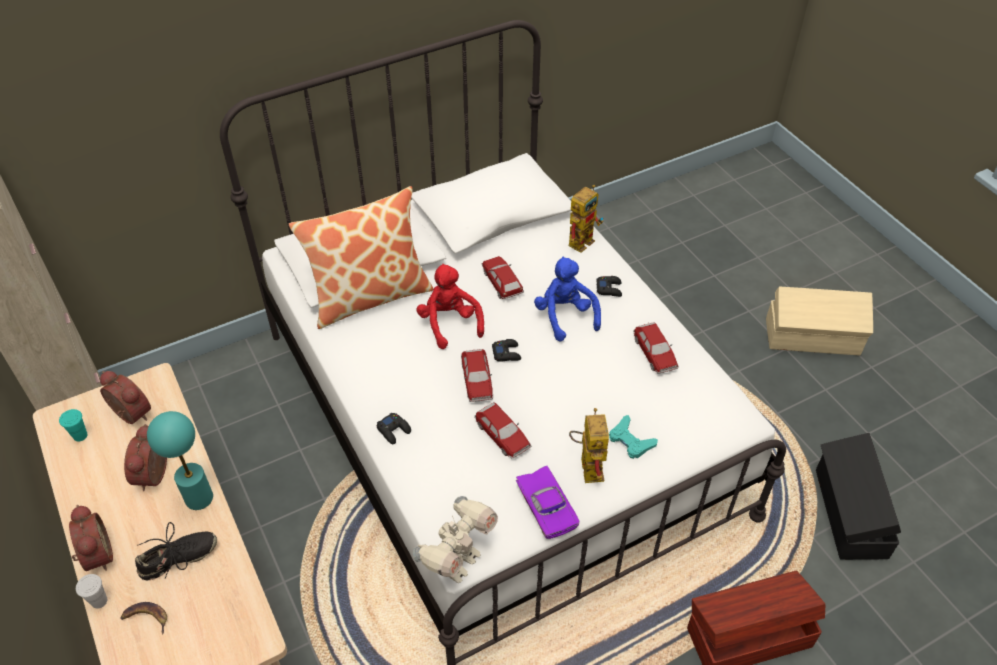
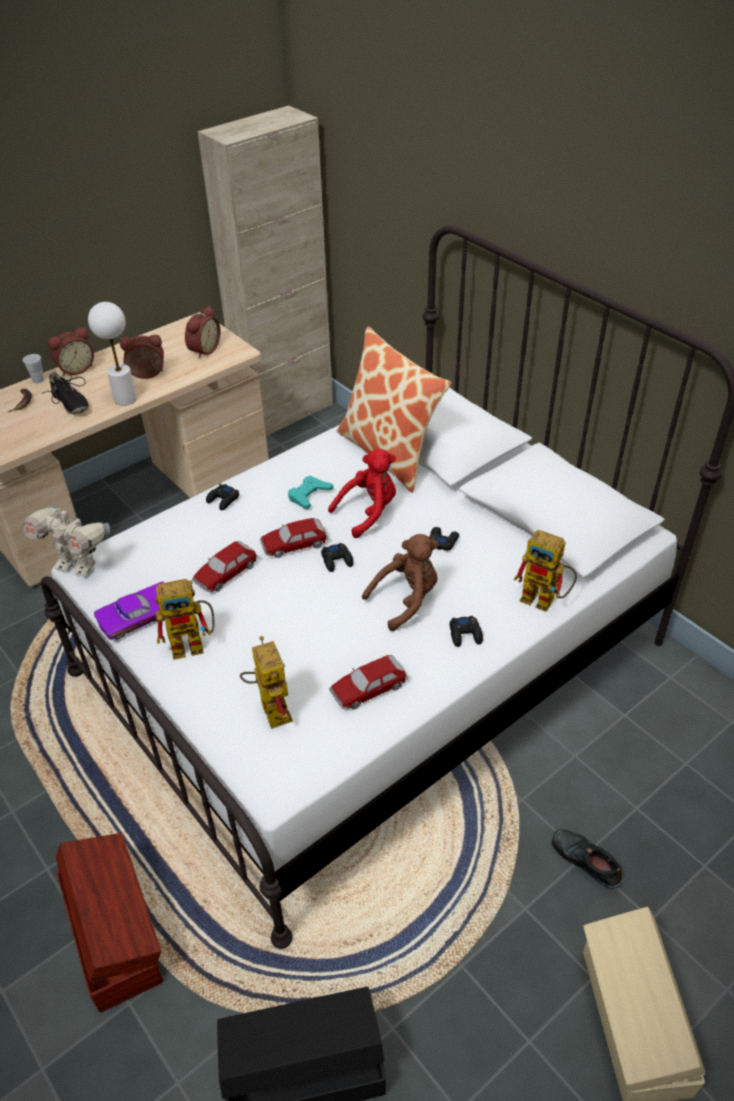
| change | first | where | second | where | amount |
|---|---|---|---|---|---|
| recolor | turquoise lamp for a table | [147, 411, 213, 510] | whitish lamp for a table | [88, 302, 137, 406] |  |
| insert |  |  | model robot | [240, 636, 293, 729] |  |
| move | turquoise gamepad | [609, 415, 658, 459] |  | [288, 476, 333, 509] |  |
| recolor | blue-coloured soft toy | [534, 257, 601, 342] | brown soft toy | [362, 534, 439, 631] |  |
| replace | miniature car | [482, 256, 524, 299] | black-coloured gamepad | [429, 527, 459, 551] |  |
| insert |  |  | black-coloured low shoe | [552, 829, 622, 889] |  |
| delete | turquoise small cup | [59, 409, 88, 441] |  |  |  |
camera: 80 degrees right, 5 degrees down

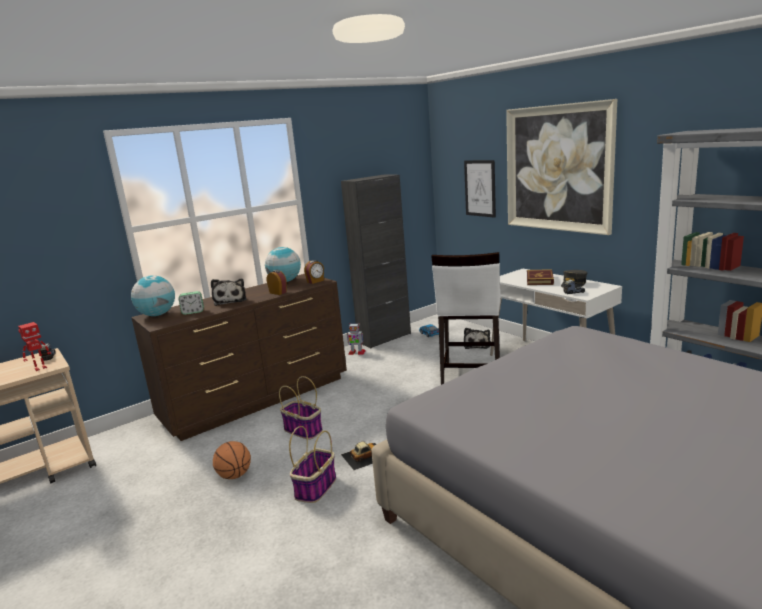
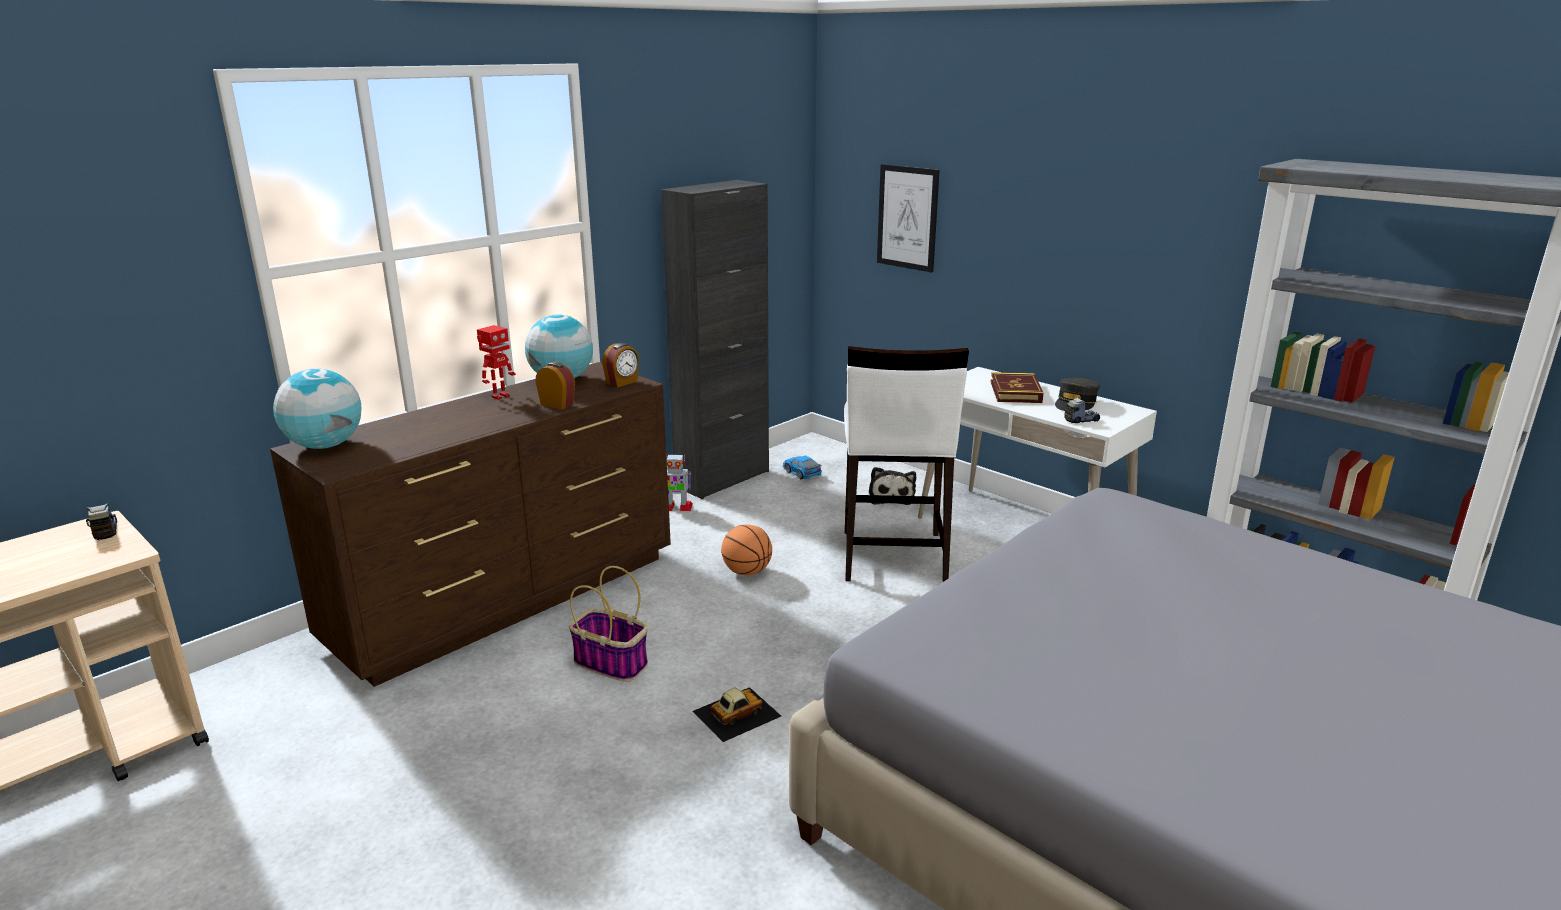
| change | first | where | second | where | amount |
|---|---|---|---|---|---|
| move | model robot | [18, 322, 51, 371] |  | [477, 325, 516, 400] |  |
| move | basketball ball | [213, 441, 251, 479] |  | [721, 525, 772, 575] |  |
| delete | bedside clock | [179, 291, 204, 315] |  |  |  |
| delete | soft toy | [211, 279, 246, 306] |  |  |  |
| delete | household basket | [289, 426, 336, 503] |  |  |  |
| delete | picture | [506, 99, 617, 235] |  |  |  |
camera: 10 degrees left, 5 degrees up

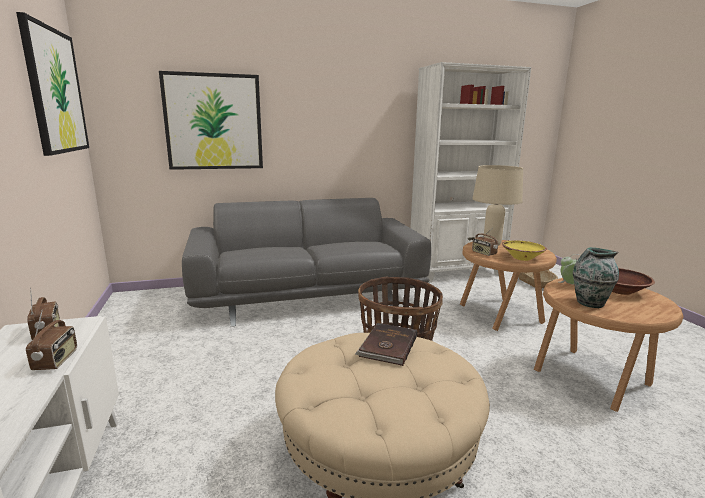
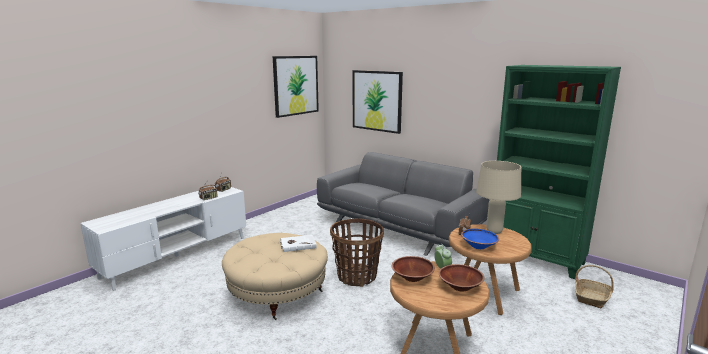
| change | first | where | second | where | amount |
|---|---|---|---|---|---|
| recolor | brown volume | [355, 323, 417, 366] | whitish volume | [280, 235, 317, 252] |  |
| replace | vase | [573, 247, 619, 308] | brown deep dish | [392, 256, 435, 282] |  |
| recolor | yellow deep dish | [502, 241, 547, 261] | blue-coloured deep dish | [461, 228, 499, 249] |  |
| recolor | whitish bookcase | [410, 62, 531, 283] | green-coloured bookcase | [497, 65, 621, 279] |  |
camera: 55 degrees right, 0 degrees up

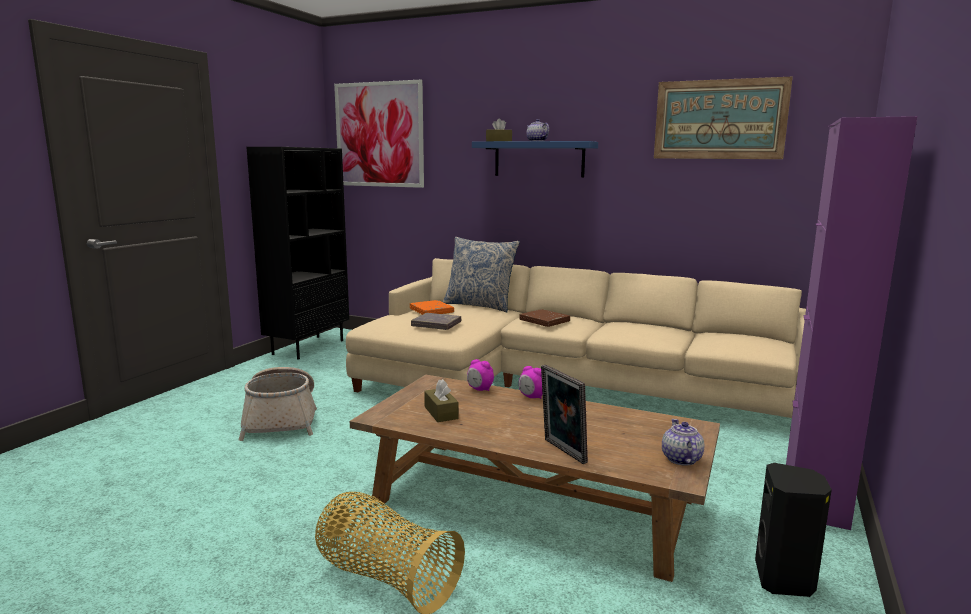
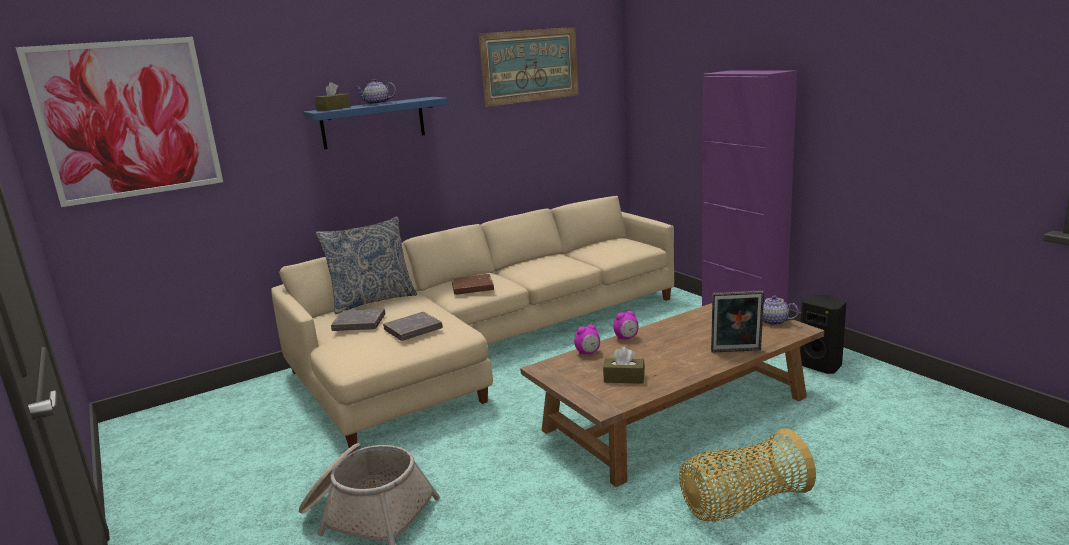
| change | first | where | second | where | amount |
|---|---|---|---|---|---|
| recolor | orangey volume | [410, 300, 454, 315] | grey volume | [331, 309, 385, 331] |  |
| delete | black-coloured bookcase | [247, 147, 349, 359] |  |  |  |
camera: 55 degrees left, 5 degrees up

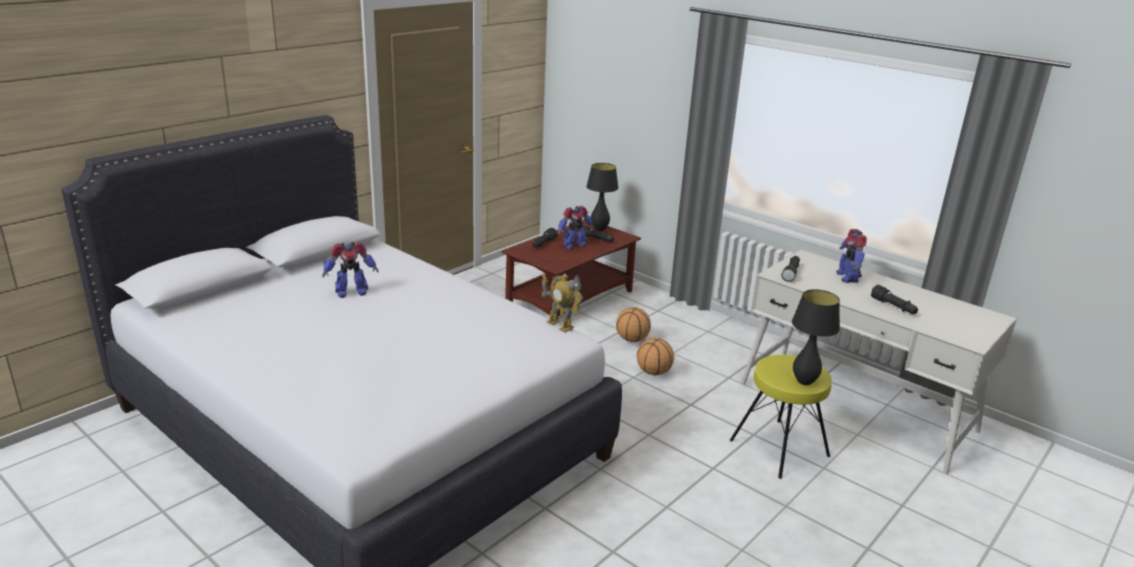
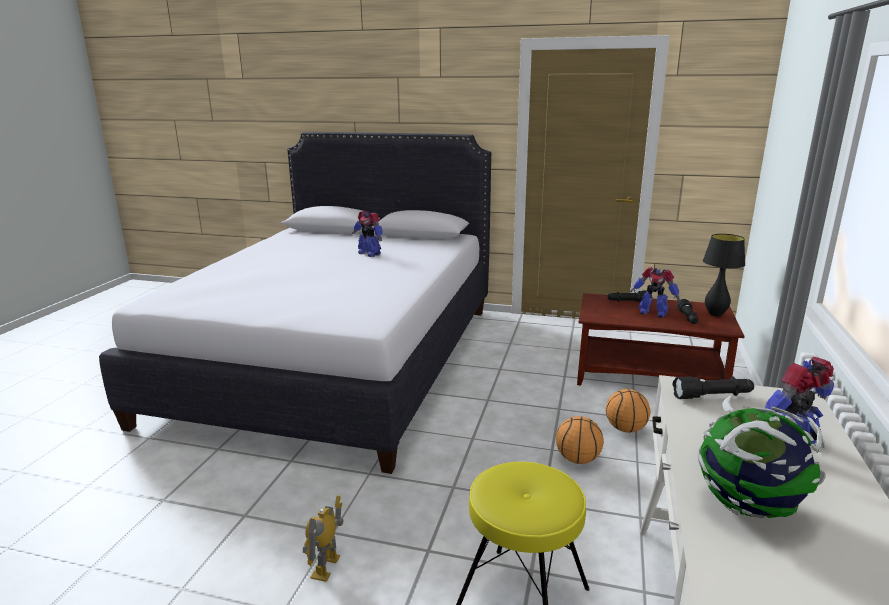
| change | first | where | second | where | amount |
|---|---|---|---|---|---|
| move | model robot | [542, 273, 583, 332] |  | [303, 495, 344, 582] |  |
| replace | black-coloured flashlight | [871, 285, 918, 314] | world globe | [698, 396, 826, 519] |  |
| delete | black-coloured lamp for a table | [792, 289, 840, 385] |  |  |  |
camera: 65 degrees right, 5 degrees down

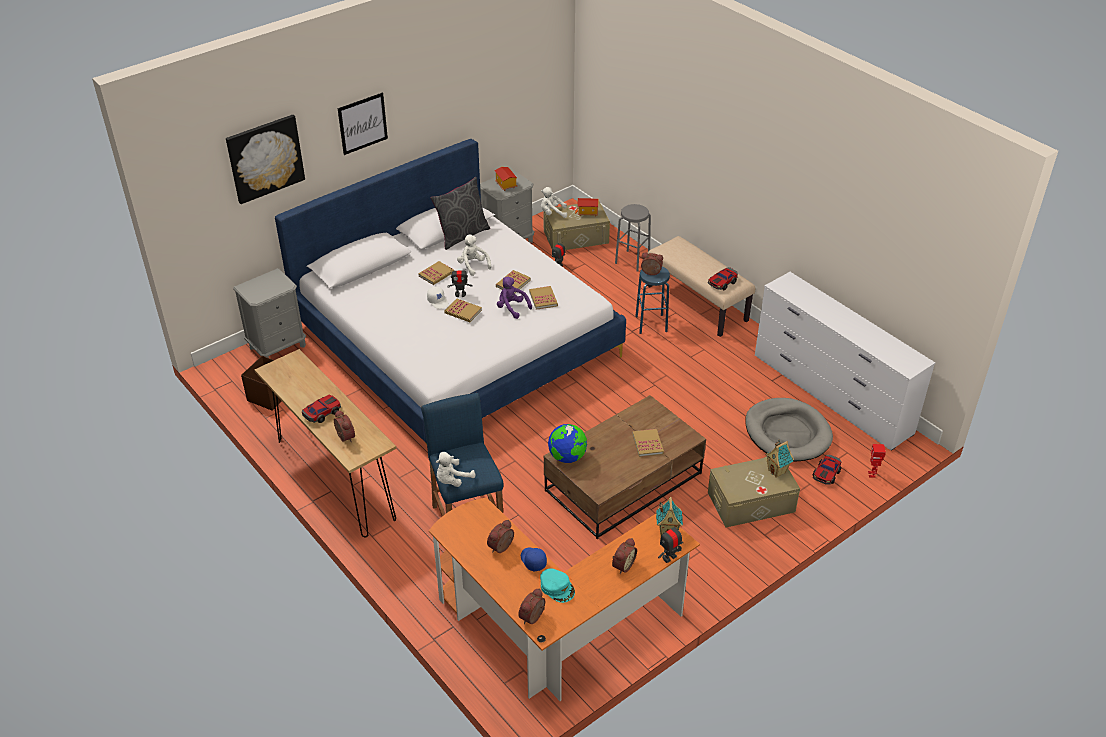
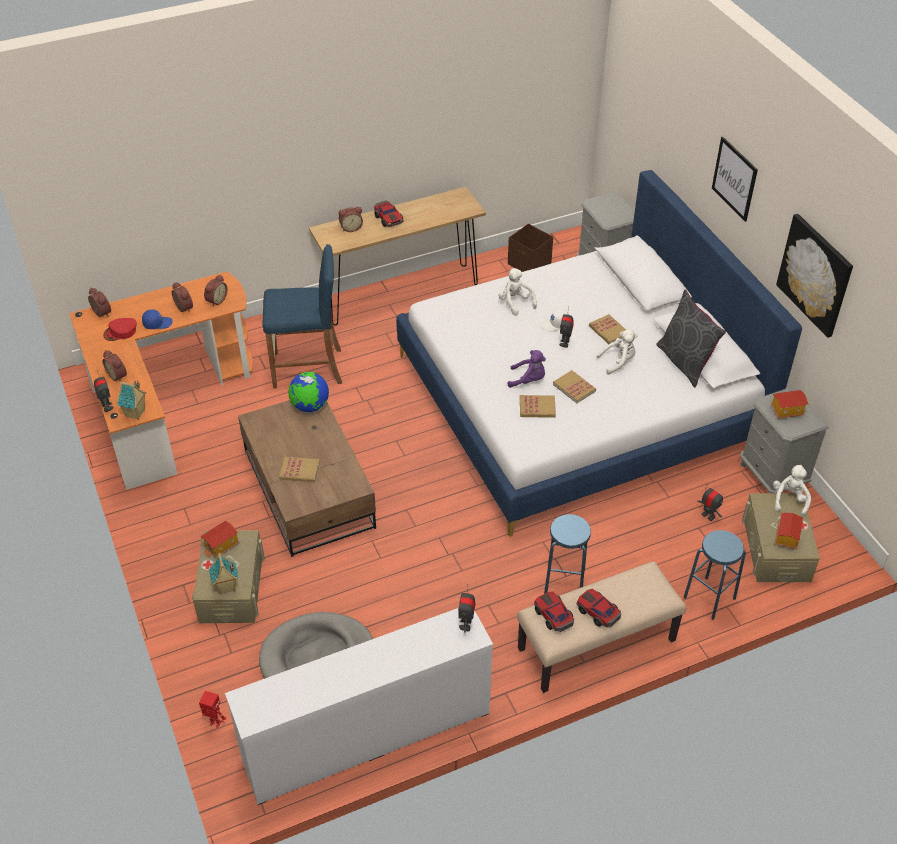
| change | first | where | second | where | amount |
|---|---|---|---|---|---|
| recolor | turquoise baseball cap | [540, 568, 575, 603] | red baseball cap | [103, 318, 137, 341] |  |
| insert |  |  | toy house | [201, 520, 240, 558] |  |
| move | bedside clock | [641, 253, 663, 275] |  | [204, 275, 227, 307] |  |
| insert |  |  | model robot | [458, 584, 475, 633] |  |
| move | whitish soft toy | [436, 452, 475, 487] |  | [498, 268, 537, 316] |  |
| rotate | purplish soft toy | [497, 277, 532, 319] |  | [508, 350, 546, 388] | 45 degrees clockwise |
| move | miniature car | [813, 454, 841, 485] |  | [576, 589, 621, 627] |  |
| recolor | grey sitting stool | [615, 204, 651, 272] | blue-coloured sitting stool | [684, 530, 746, 620] |  |
| move | picture | [226, 115, 305, 204] |  | [776, 214, 853, 338] |  |
| delete | volume | [445, 299, 482, 322] |  |  |  |
camera: 105 degrees right, 5 degrees up

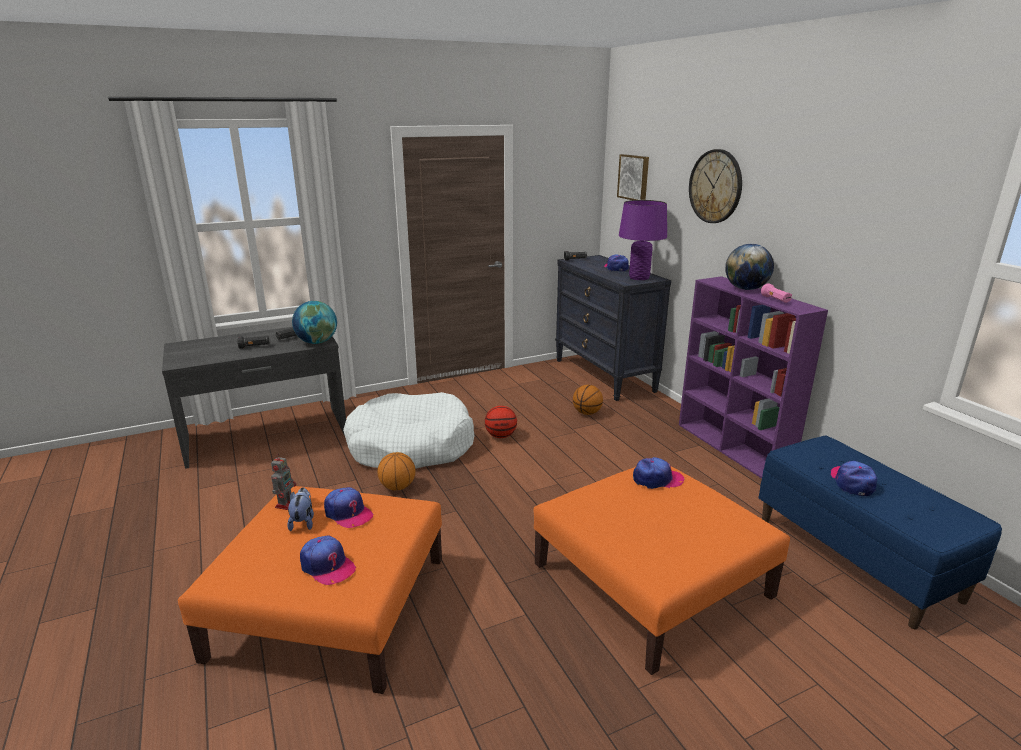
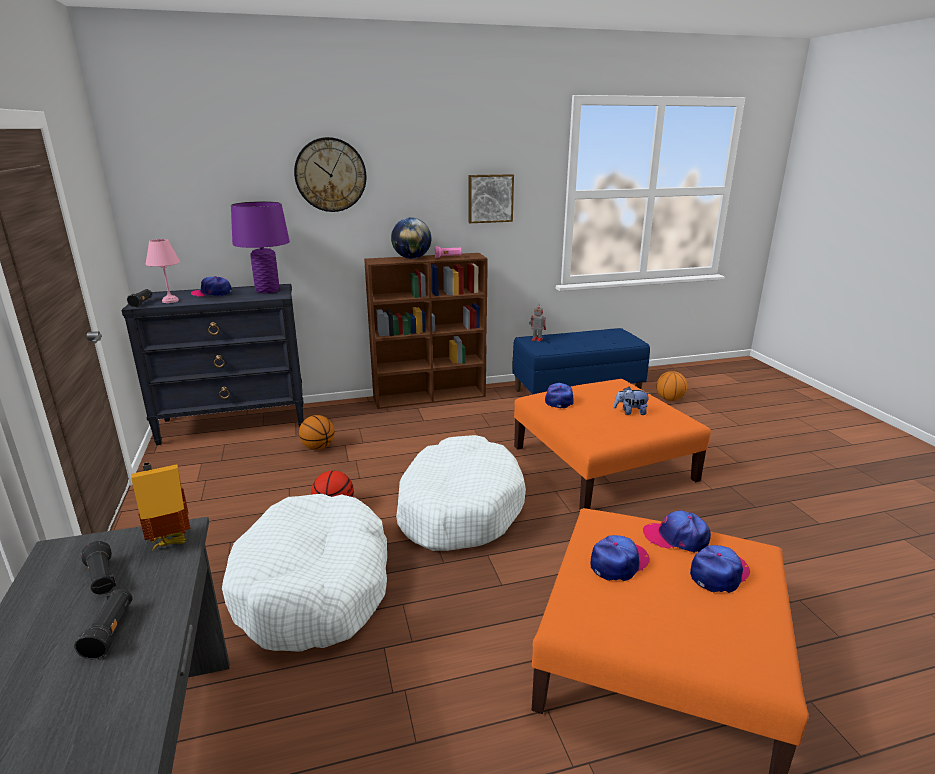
| change | first | where | second | where | amount |
|---|---|---|---|---|---|
| replace | world globe | [292, 301, 337, 344] | toy house | [131, 462, 190, 549] |  |
| insert |  |  | pink-coloured lamp for a table | [146, 239, 180, 303] |  |
| recolor | purplish bookcase | [679, 276, 828, 479] | brown bookcase | [364, 253, 488, 409] |  |
| insert |  |  | whitish pet bed | [396, 435, 526, 551] |  |
| move | picture | [617, 154, 649, 200] |  | [468, 174, 514, 223] |  |
| move | model robot | [271, 453, 296, 510] |  | [529, 304, 546, 342] |  |
| move | soft toy | [287, 487, 314, 531] |  | [614, 387, 651, 415] |  |
| move | baseball cap | [831, 461, 877, 496] |  | [643, 510, 711, 553] |  |
| move | basketball ball | [377, 452, 415, 491] |  | [656, 371, 687, 401] |  |
camera: 80 degrees left, 0 degrees up

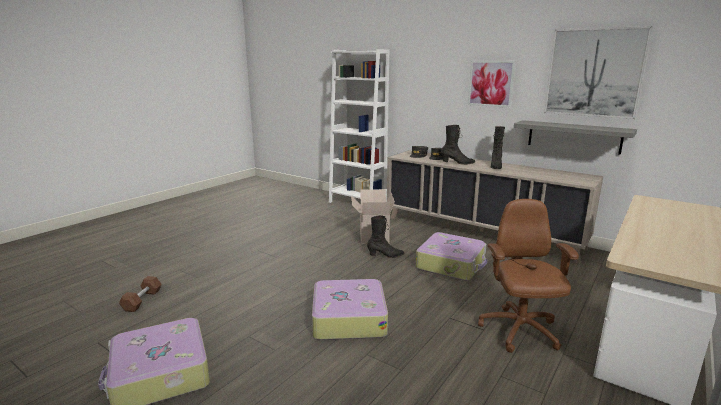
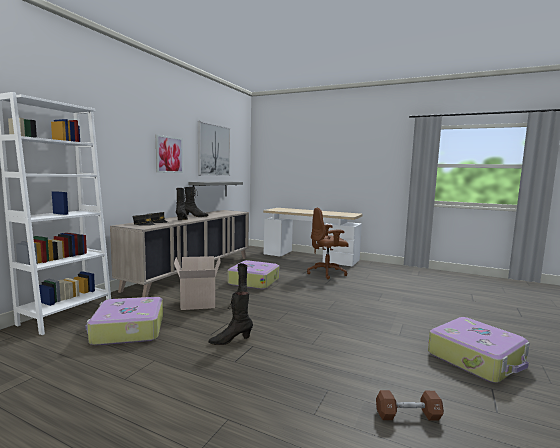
| change | first | where | second | where | amount |
|---|---|---|---|---|---|
| move | piece of luggage | [312, 279, 388, 340] |  | [85, 297, 163, 345] |  |
| insert |  |  | black-coloured high-top boot | [208, 291, 253, 345] |  |
camera: 100 degrees left, 10 degrees down

